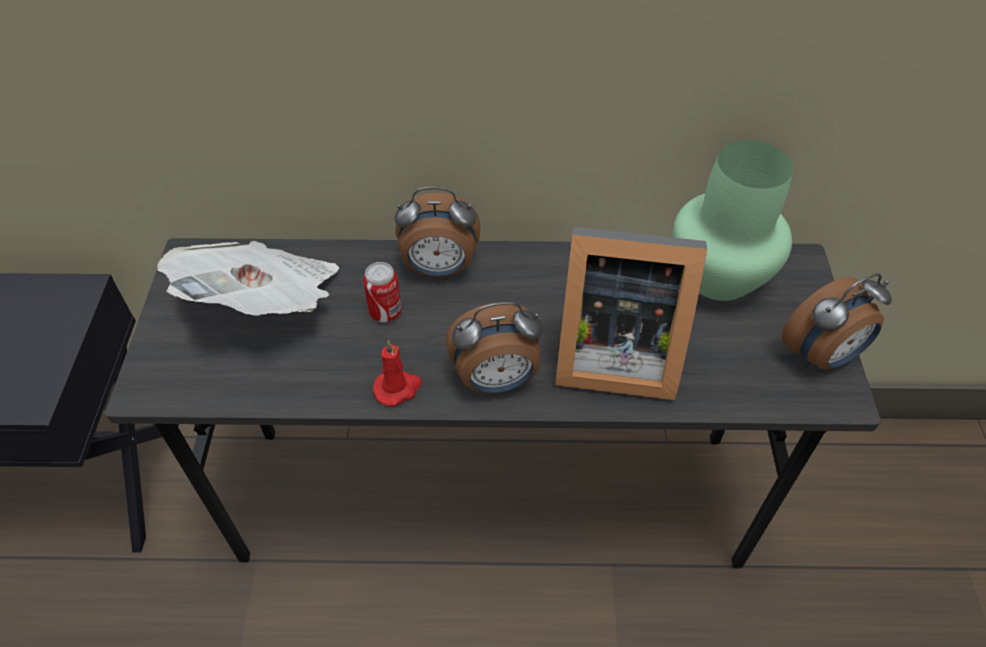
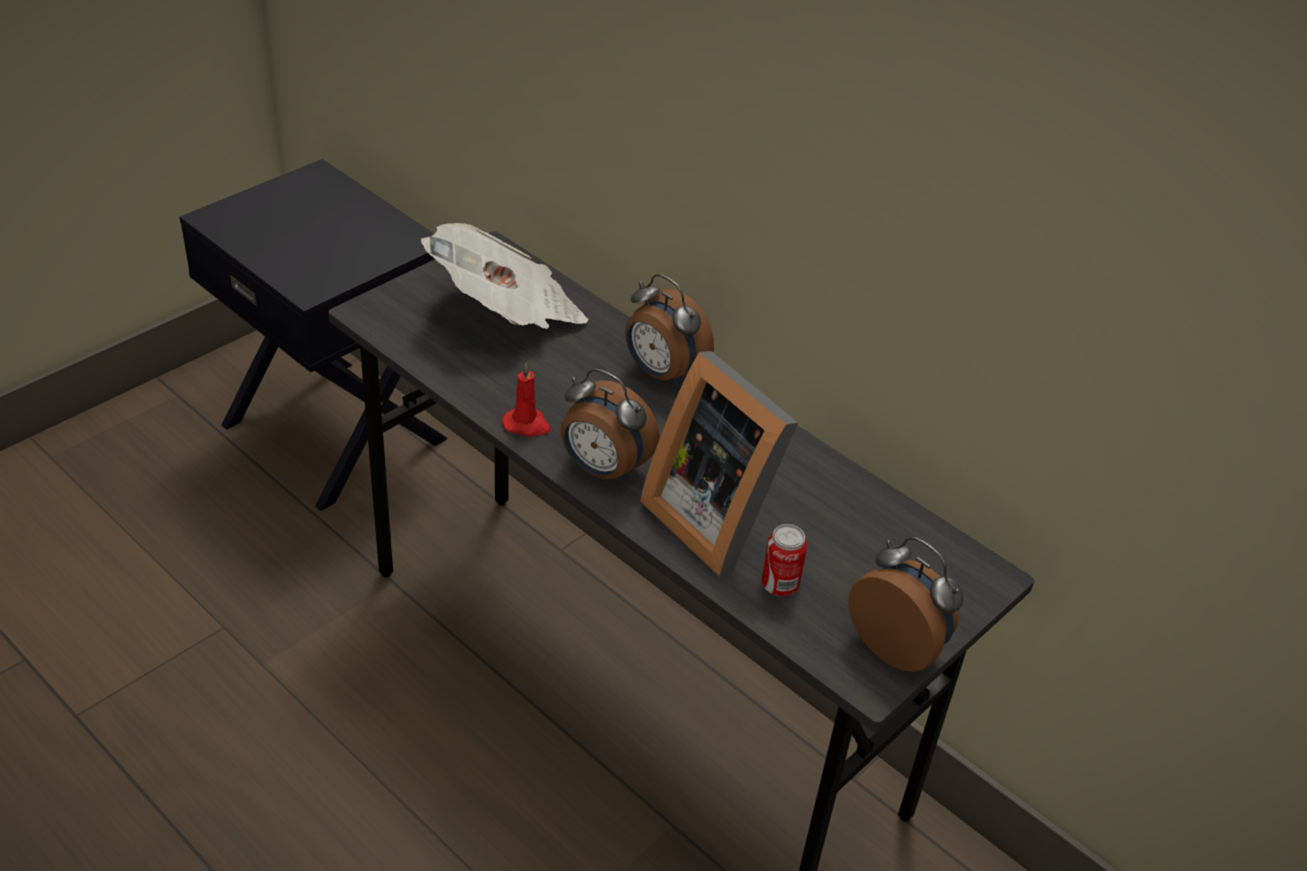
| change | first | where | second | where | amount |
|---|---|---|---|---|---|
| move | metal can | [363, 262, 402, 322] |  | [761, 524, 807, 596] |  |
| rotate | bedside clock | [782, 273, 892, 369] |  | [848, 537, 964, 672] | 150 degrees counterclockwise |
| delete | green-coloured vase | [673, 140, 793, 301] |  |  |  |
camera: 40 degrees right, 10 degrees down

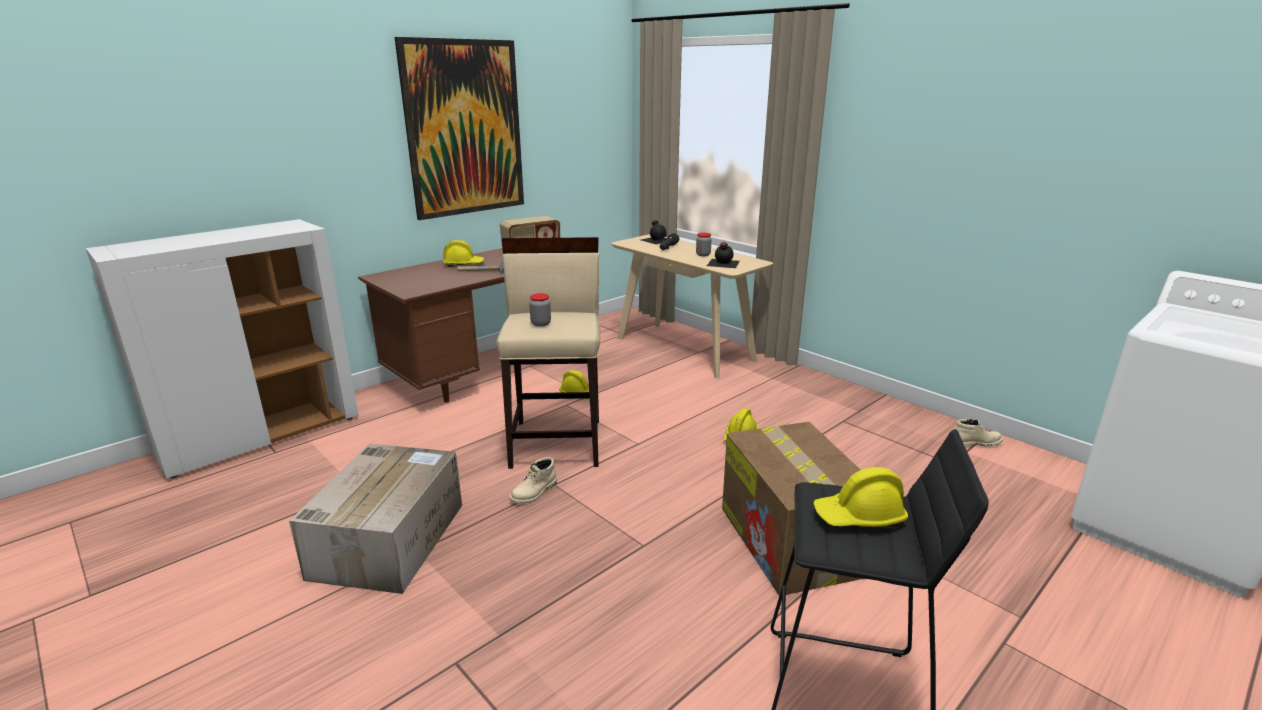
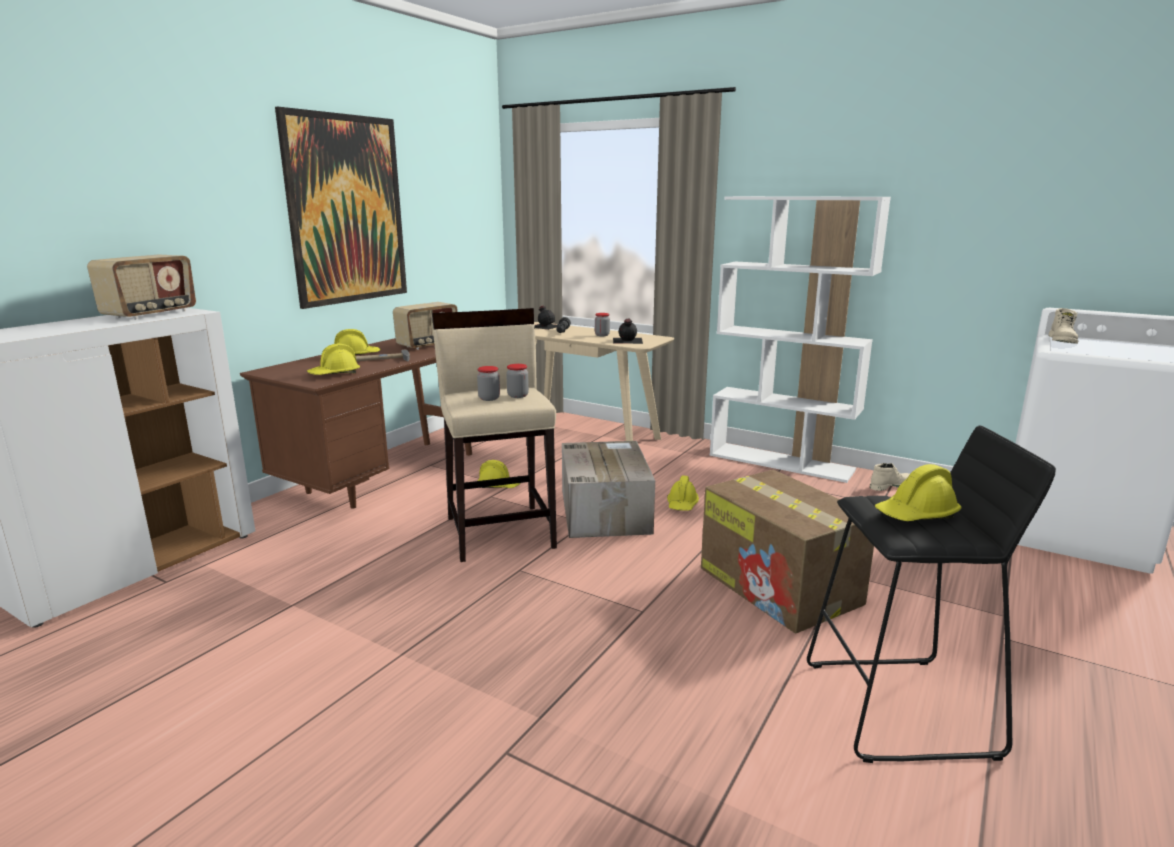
| change | first | where | second | where | amount |
|---|---|---|---|---|---|
| insert |  |  | radio set | [87, 255, 196, 320] |  |
| insert |  |  | yellow hard hat | [307, 343, 360, 375] |  |
| insert |  |  | storage jar | [506, 364, 529, 398] |  |
| move | cardboard box | [289, 444, 462, 594] |  | [562, 441, 655, 538] |  |
| insert |  |  | whitish bookcase | [710, 196, 891, 483] |  |
| move | sand-coloured high-top boot | [509, 457, 557, 504] |  | [1048, 308, 1078, 344] |  |
camera: 15 degrees left, 5 degrees down

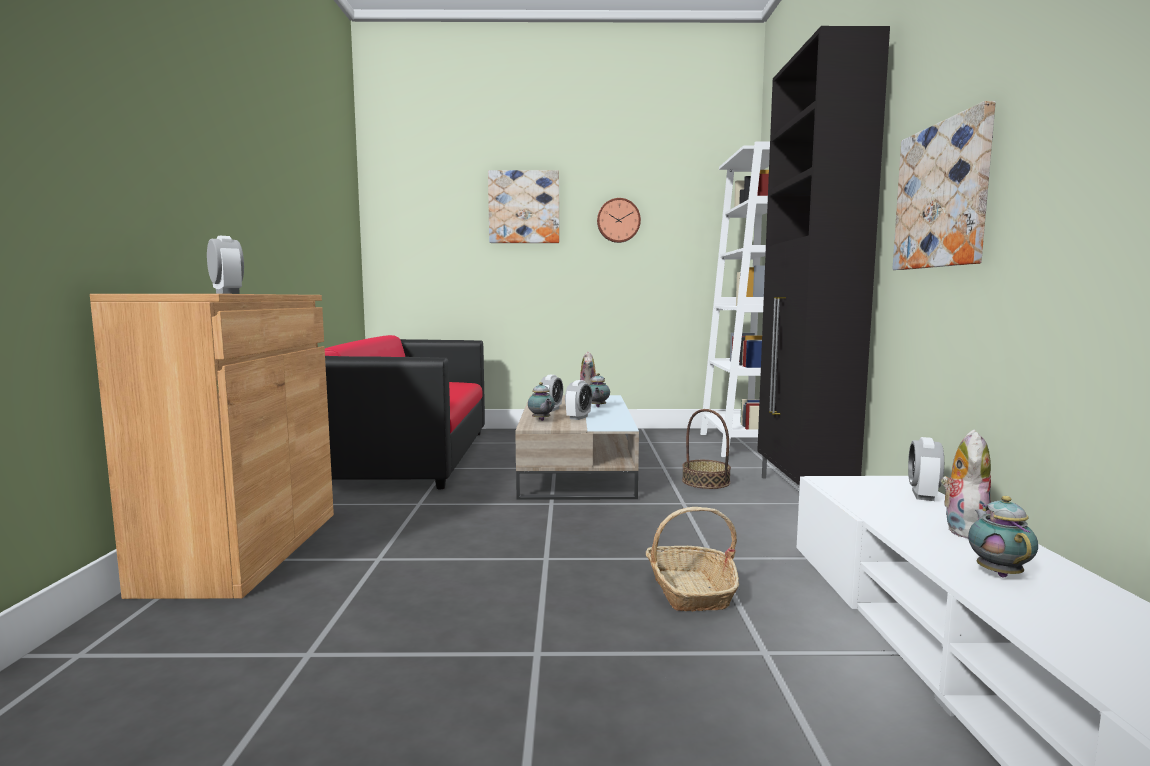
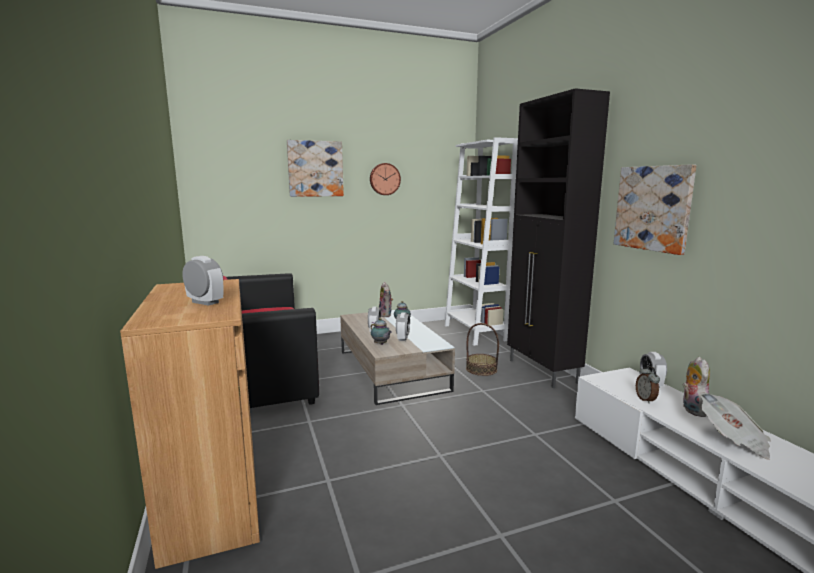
| change | first | where | second | where | amount |
|---|---|---|---|---|---|
| insert |  |  | bedside clock | [636, 366, 660, 404] |  |
| replace | teapot | [968, 496, 1038, 578] | newspaper | [700, 392, 771, 460] |  |
| delete | household basket | [646, 507, 739, 612] |  |  |  |
camera: 20 degrees left, 5 degrees up

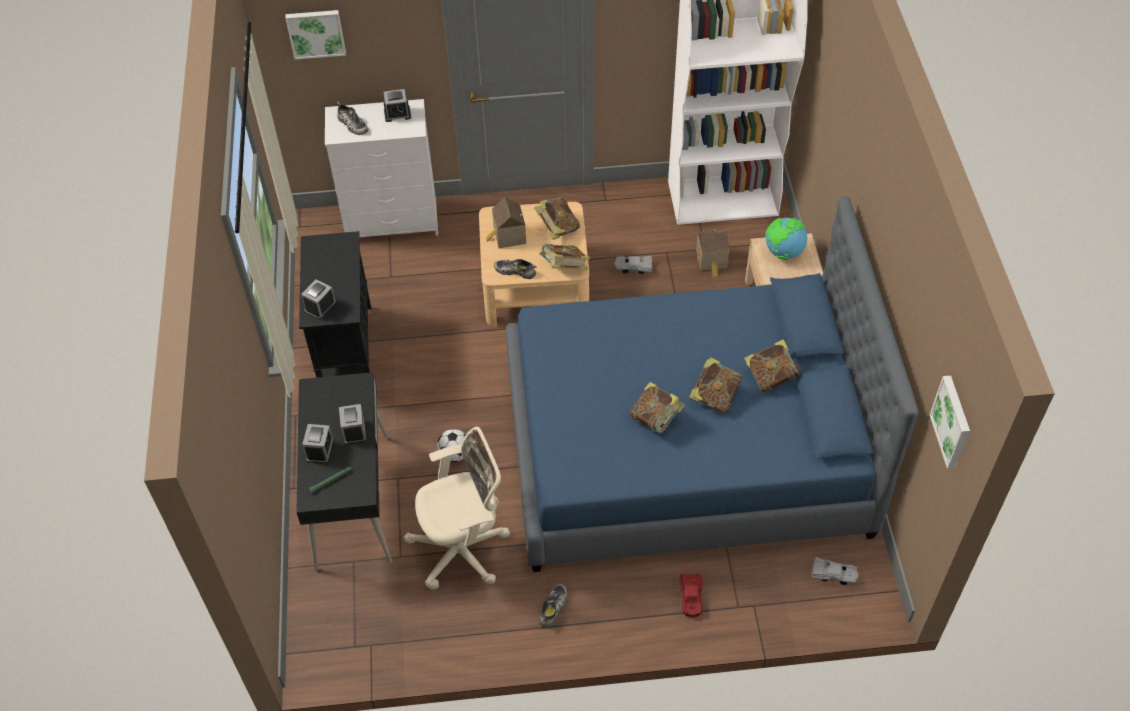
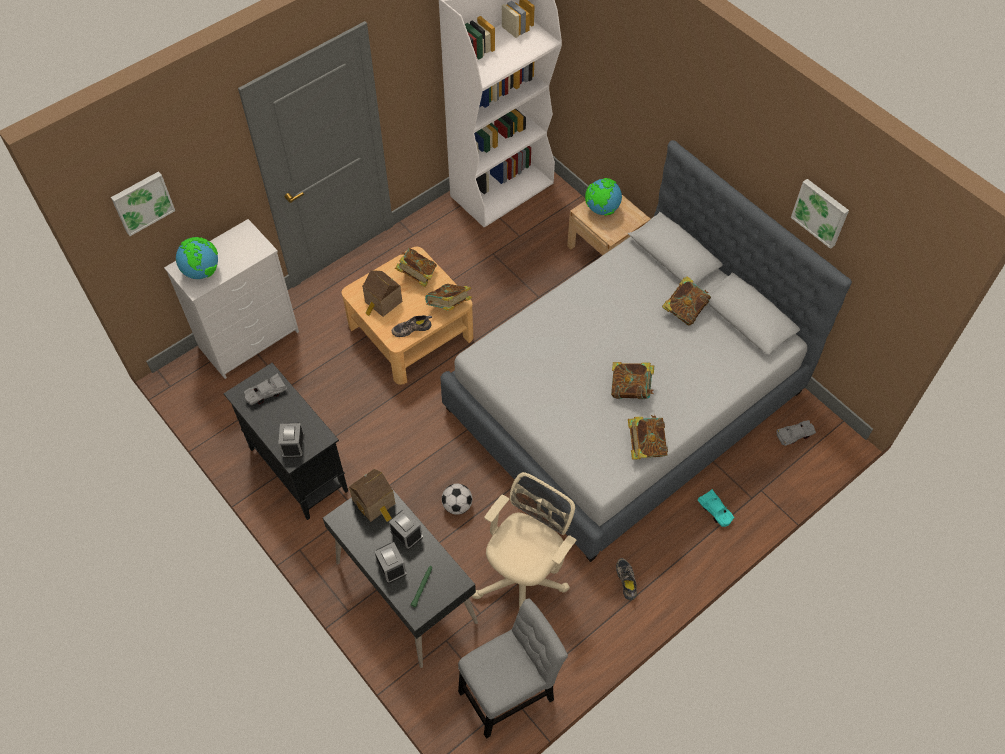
| change | first | where | second | where | amount |
|---|---|---|---|---|---|
| replace | low shoe | [337, 101, 368, 135] | world globe | [176, 237, 218, 279] |  |
| move | grey miniature car | [614, 256, 652, 274] |  | [244, 373, 287, 405] |  |
| move | toy house | [696, 229, 729, 276] |  | [349, 469, 395, 522] |  |
| recolor | blue-coloured sleeping bed | [506, 196, 919, 572] | grey sleeping bed | [440, 140, 852, 562] |  |
| insert |  |  | grey upright chair | [458, 599, 568, 739] |  |
| move | volume | [689, 357, 742, 413] |  | [628, 415, 668, 460] |  |
| recolor | red miniature car | [679, 574, 703, 618] | turquoise miniature car | [698, 489, 734, 527] |  |
| move | picture | [929, 376, 970, 469] |  | [791, 179, 849, 249] |  |
| delete | bedside clock | [382, 89, 411, 122] |  |  |  |
camera: 35 degrees left, 5 degrees up

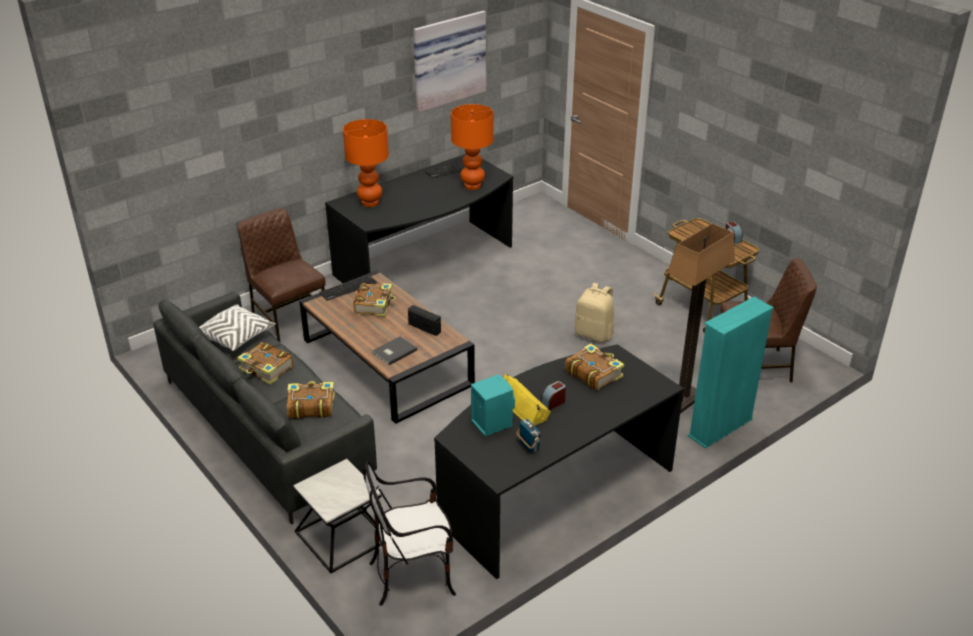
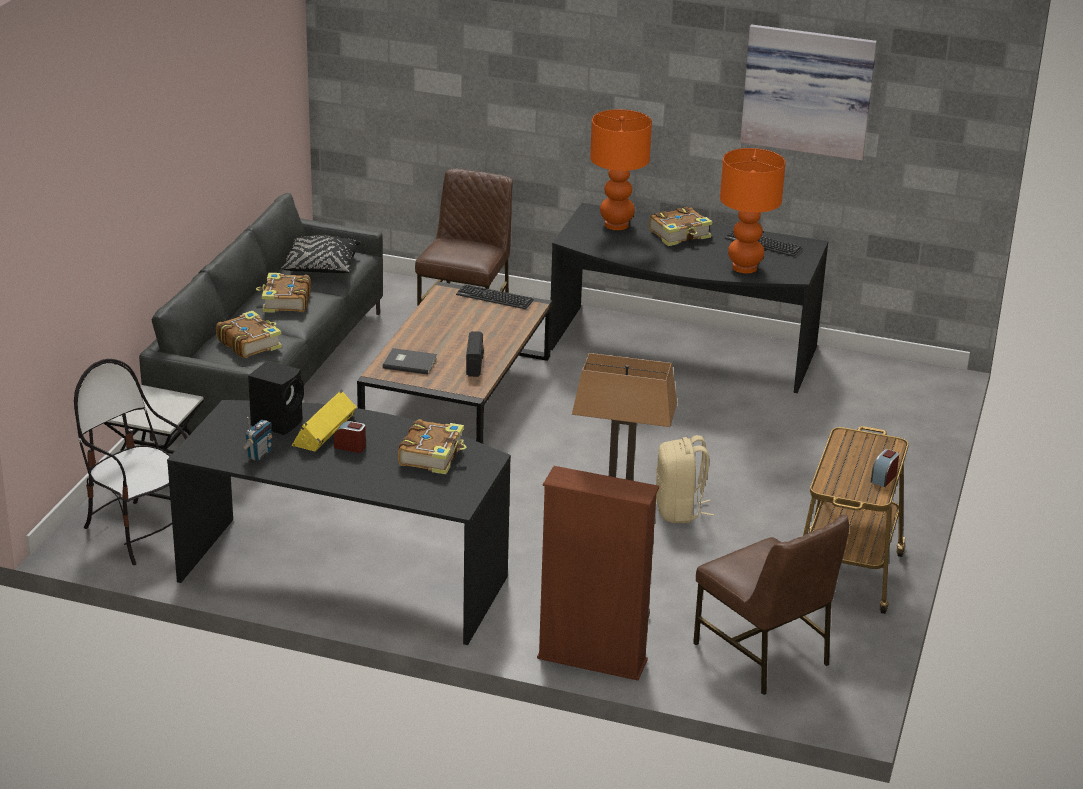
| change | first | where | second | where | amount |
|---|---|---|---|---|---|
| recolor | turquoise speaker | [471, 375, 515, 437] | black-coloured speaker | [248, 360, 304, 435] |  |
| recolor | whitish throw pillow | [199, 304, 276, 351] | black-coloured throw pillow | [281, 235, 361, 273] |  |
| recolor | turquoise bookcase | [688, 297, 774, 448] | brown bookcase | [537, 466, 659, 680] |  |
| move | volume | [353, 283, 396, 317] |  | [649, 207, 712, 246] |  |
camera: 55 degrees right, 5 degrees down

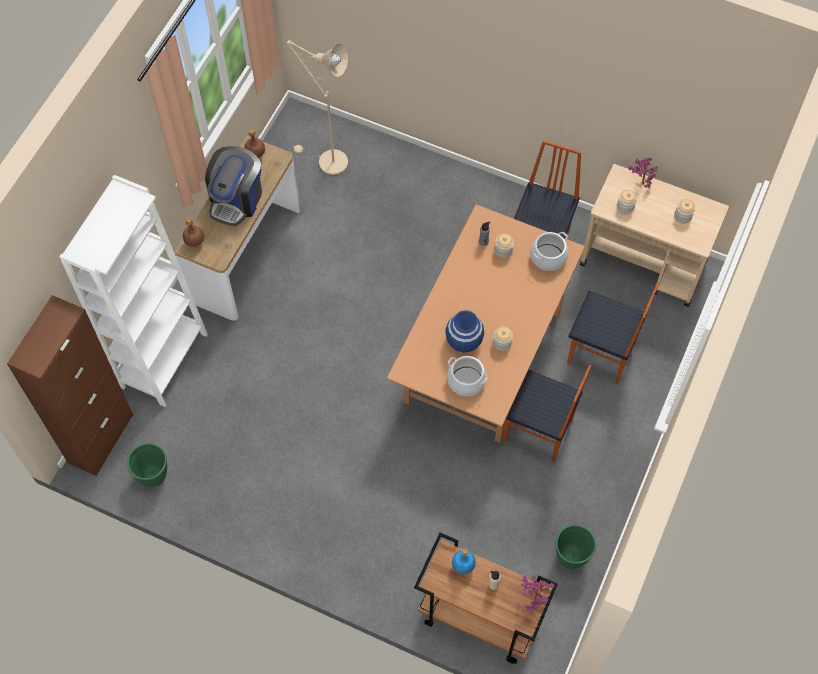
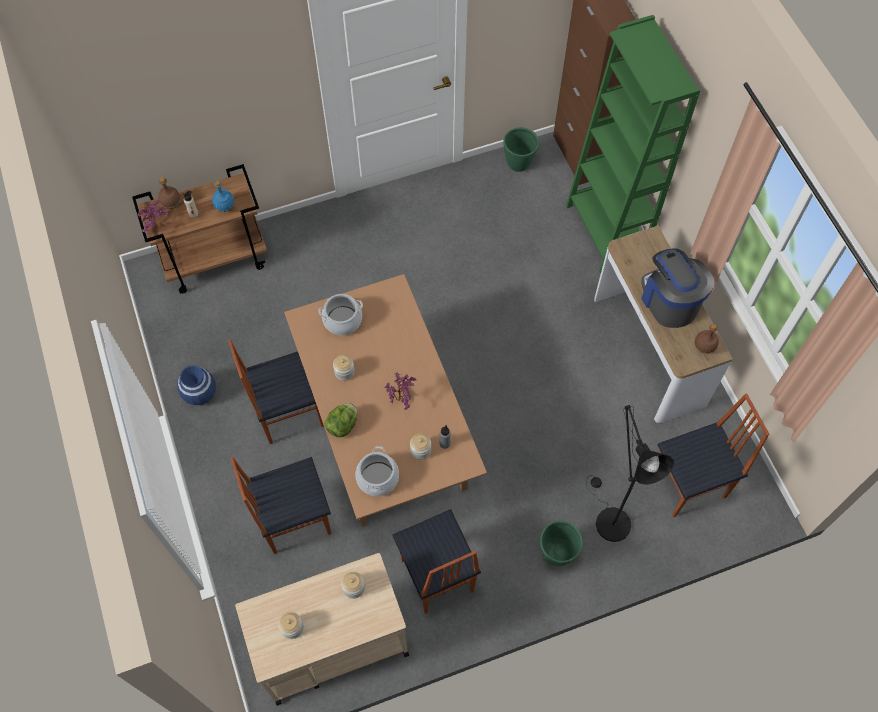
| change | first | where | second | where | amount |
|---|---|---|---|---|---|
| move | brown drink bottle | [183, 219, 204, 247] |  | [158, 178, 181, 209] |  |
| move | blue-coloured vase | [445, 310, 484, 352] |  | [178, 365, 216, 405] |  |
| insert |  |  | lettuce head | [324, 403, 357, 438] |  |
| move | potted plant | [629, 158, 658, 188] |  | [385, 373, 416, 410] |  |
| move | green-coloured flower pot | [556, 525, 596, 569] |  | [540, 520, 583, 566] |  |
| recolor | whitish bookcase | [59, 175, 208, 407] | green-coloured bookcase | [566, 15, 700, 273] |  |
| insert |  |  | black-coloured standard lamp | [586, 405, 674, 542] |  |
| replace | sand-coloured standard lamp | [286, 40, 348, 175] | upright chair | [658, 393, 769, 517] |  |
camera: 135 degrees right, 0 degrees up

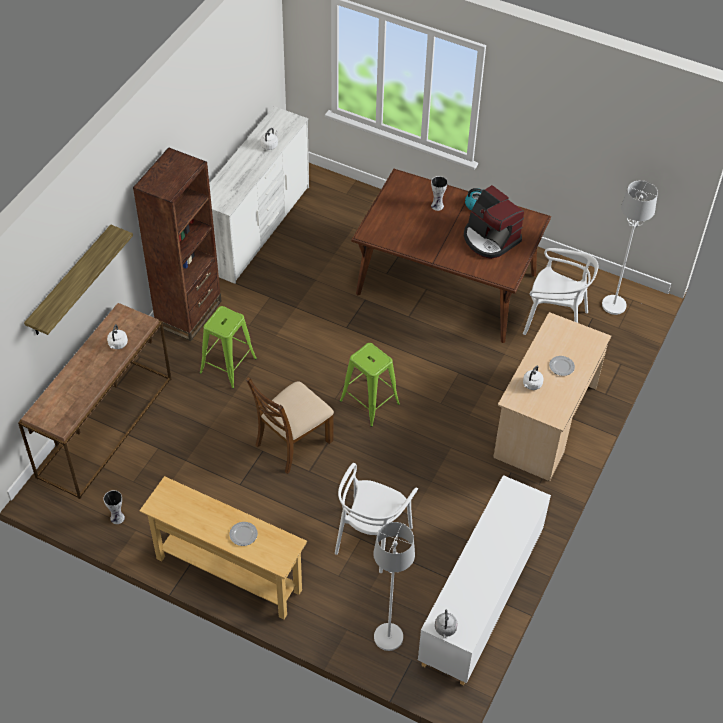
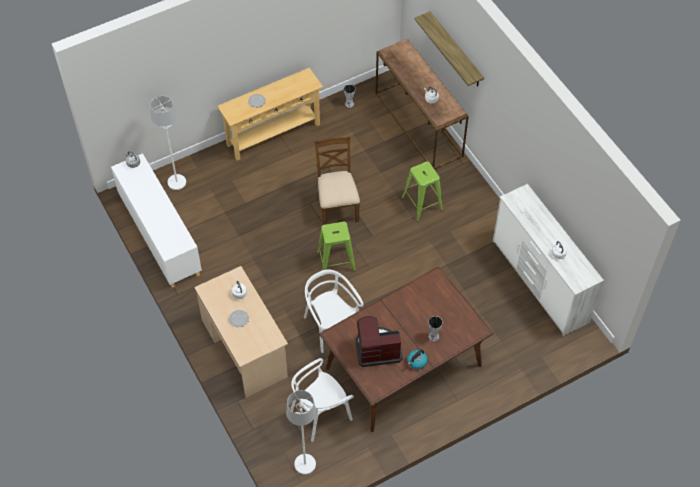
| change | first | where | second | where | amount |
|---|---|---|---|---|---|
| move | whitish upright chair | [335, 463, 418, 573] |  | [304, 270, 364, 353] |  |
| delete | brown bookcase | [133, 147, 222, 341] |  |  |  |
camera: 125 degrees right, 5 degrees up

